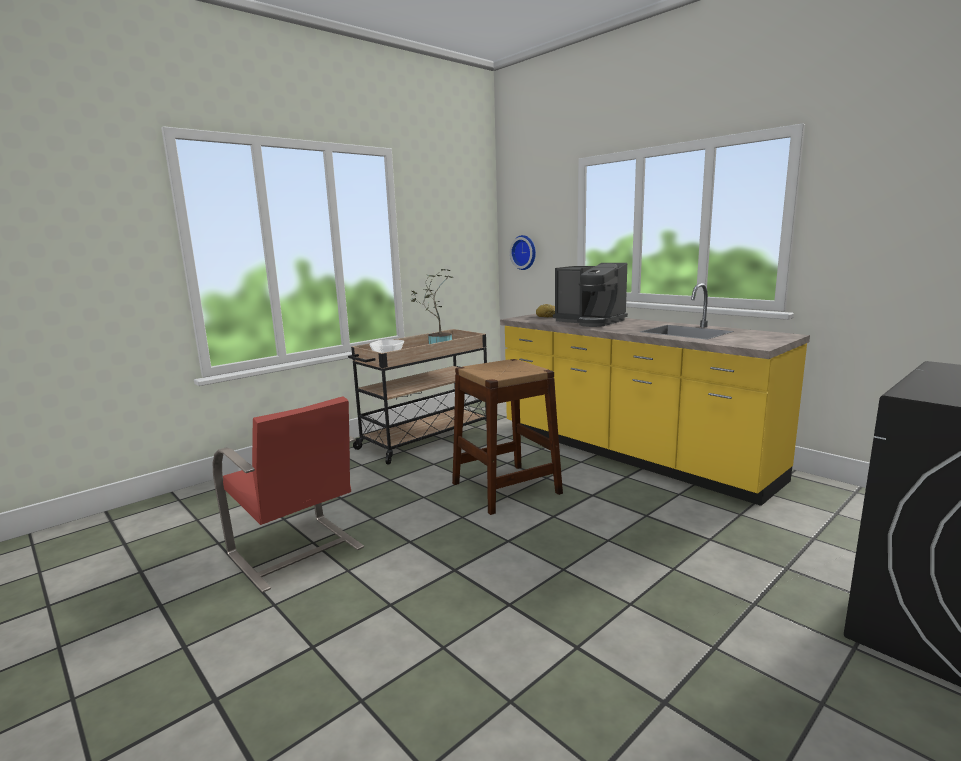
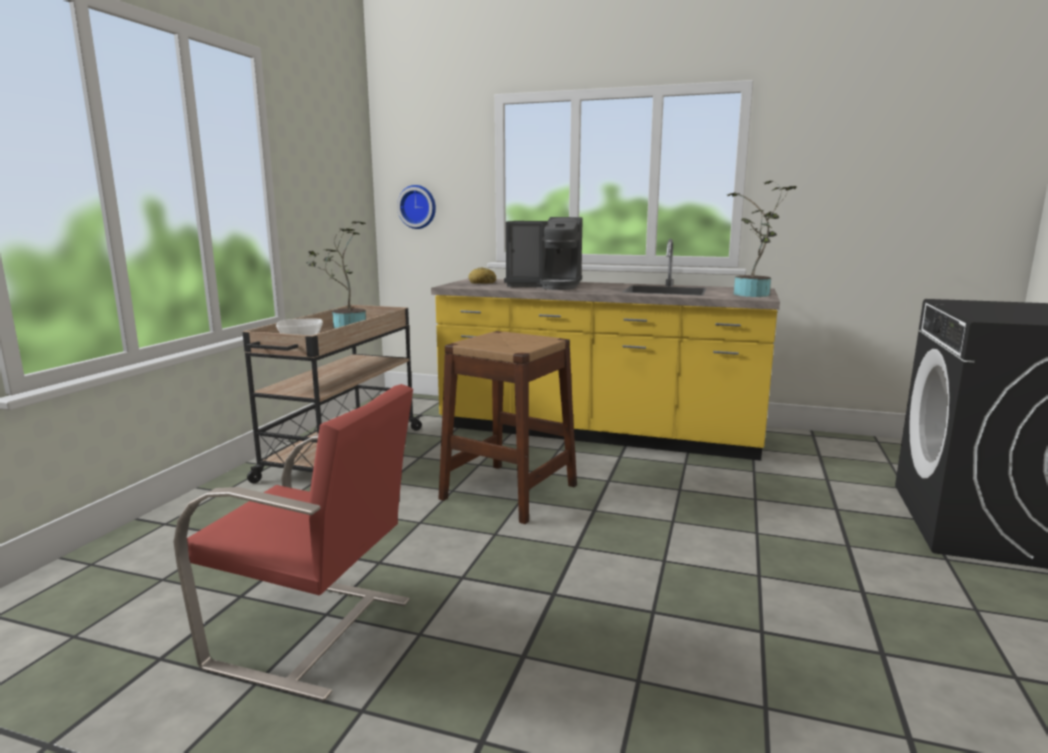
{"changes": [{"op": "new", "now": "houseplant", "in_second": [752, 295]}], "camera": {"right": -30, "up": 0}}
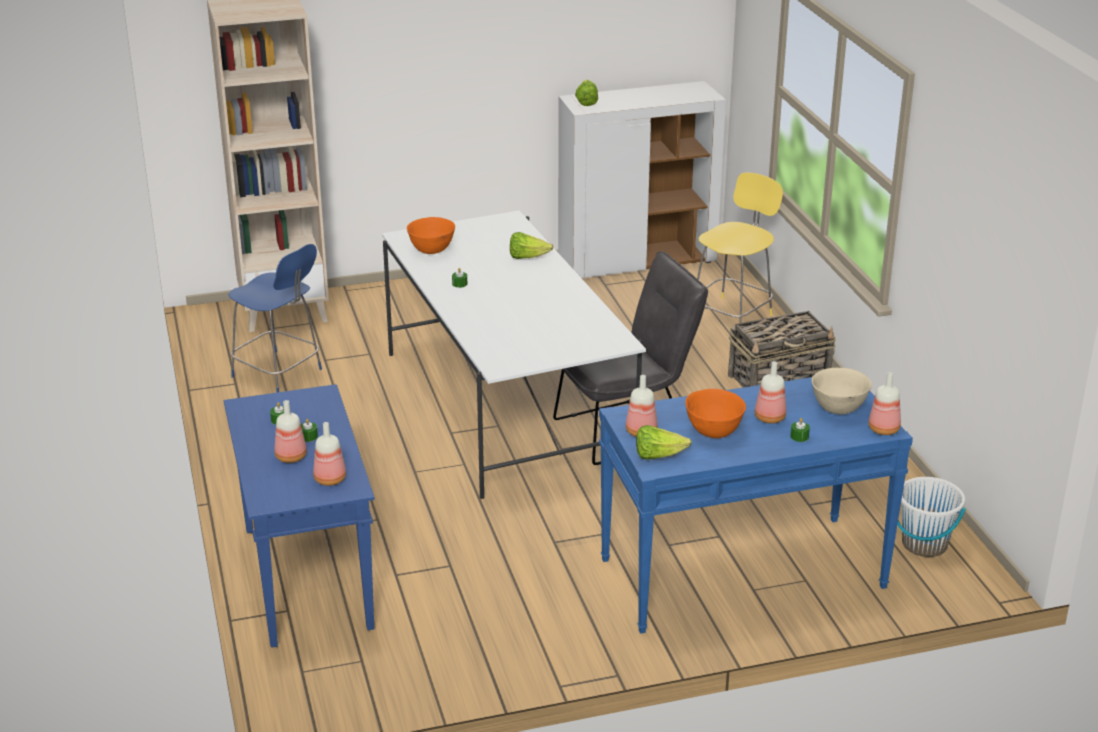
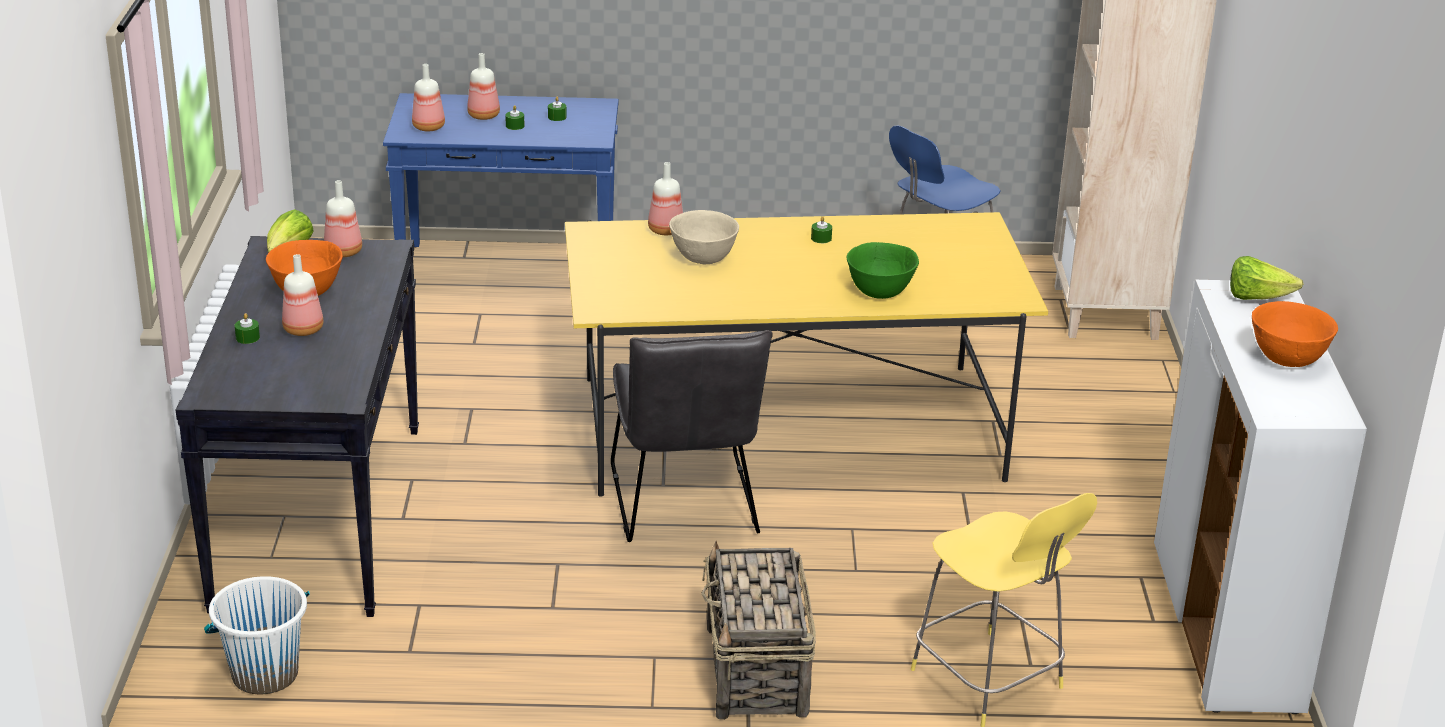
{"changes": [{"op": "shifted", "was": "orange bowl", "in_first": [432, 250], "in_second": [1287, 359]}, {"op": "shifted", "was": "beige-coloured bowl", "in_first": [838, 408], "in_second": [702, 258]}, {"op": "shifted", "was": "drink bottle", "in_first": [884, 429], "in_second": [665, 231]}, {"op": "swapped", "was": "lettuce head", "now": "green bowl", "in_first": [527, 257], "in_second": [880, 291]}, {"op": "repainted", "was": "whitish dining table", "now": "yellow-coloured dining table", "in_first": [507, 406], "in_second": [790, 428]}, {"op": "repainted", "was": "blue narrow table", "now": "black narrow table", "in_first": [741, 574], "in_second": [319, 515]}], "camera": {"right": 105, "up": 0}}
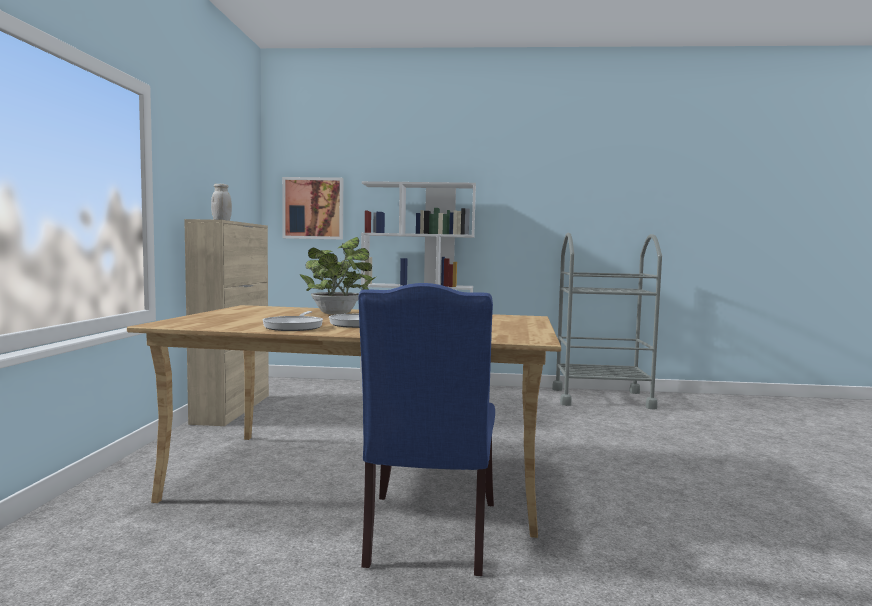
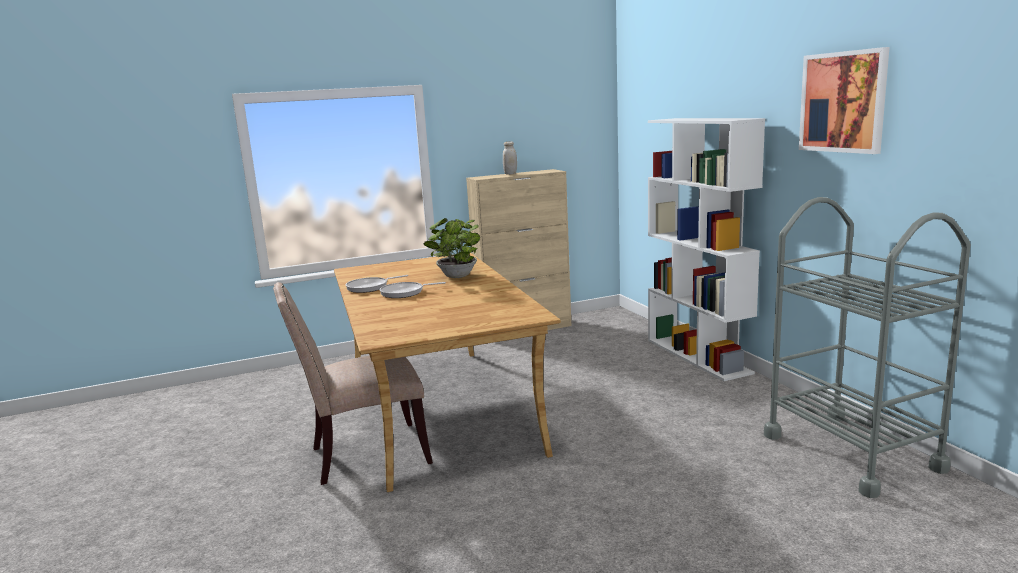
{"changes": [{"op": "shifted", "was": "picture", "in_first": [313, 208], "in_second": [843, 102]}, {"op": "repainted", "was": "blue chair", "now": "beige-coloured chair", "in_first": [429, 536], "in_second": [364, 455]}], "camera": {"right": 65, "up": 10}}
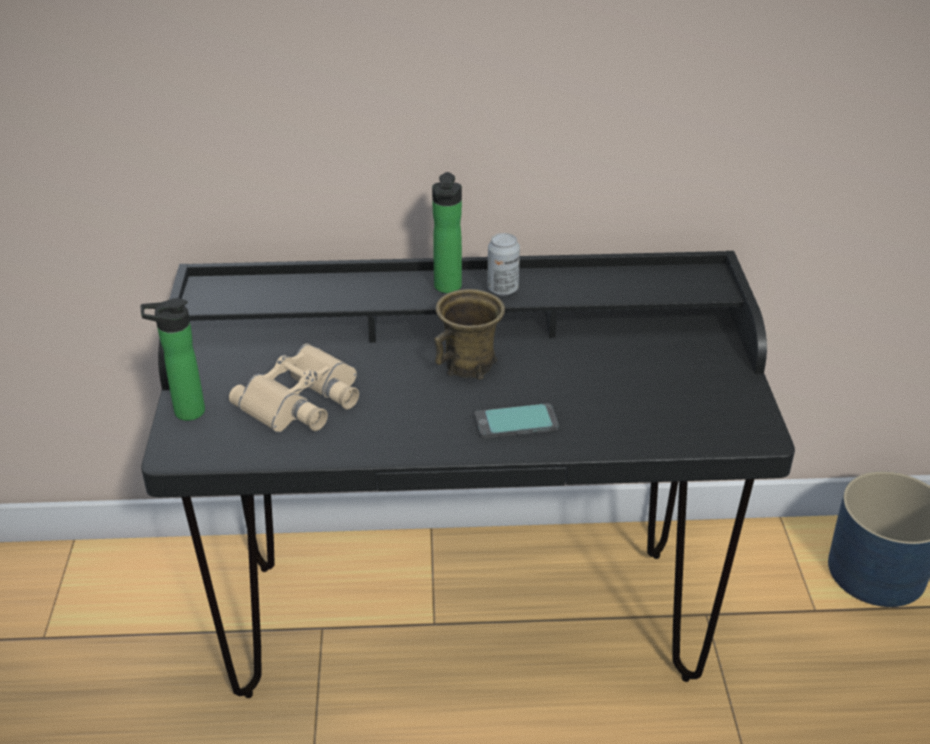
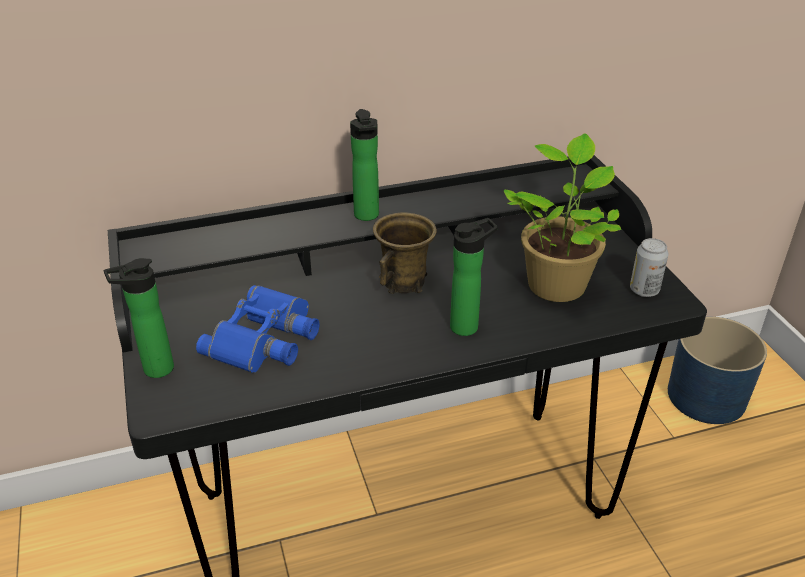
{"changes": [{"op": "new", "now": "houseplant", "in_second": [556, 282]}, {"op": "shifted", "was": "can", "in_first": [502, 289], "in_second": [644, 290]}, {"op": "swapped", "was": "telephone", "now": "drink bottle", "in_first": [516, 423], "in_second": [468, 326]}, {"op": "repainted", "was": "beige-coloured field glasses", "now": "blue field glasses", "in_first": [303, 400], "in_second": [266, 339]}], "camera": {"right": -15, "up": 0}}
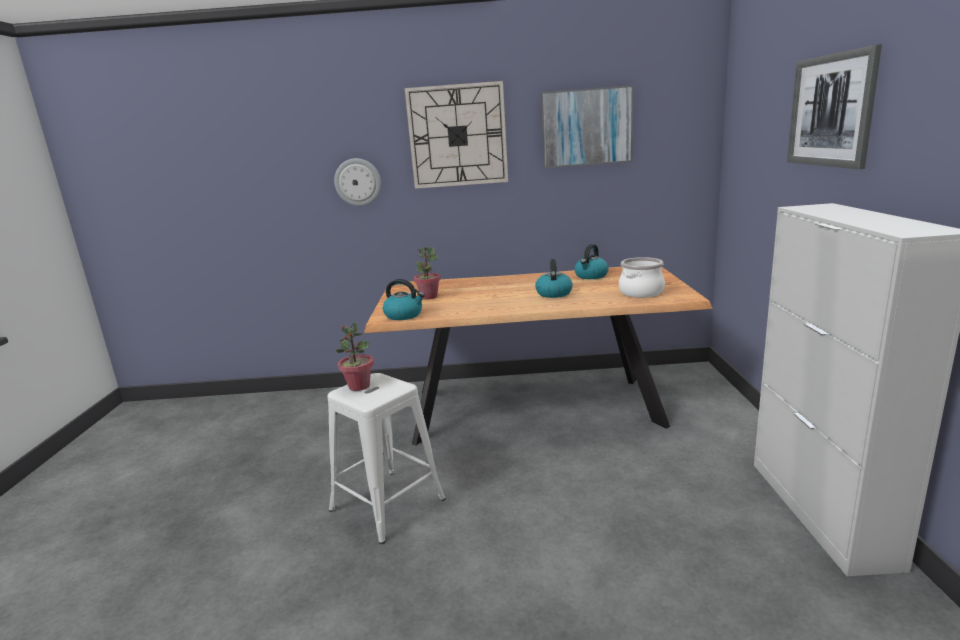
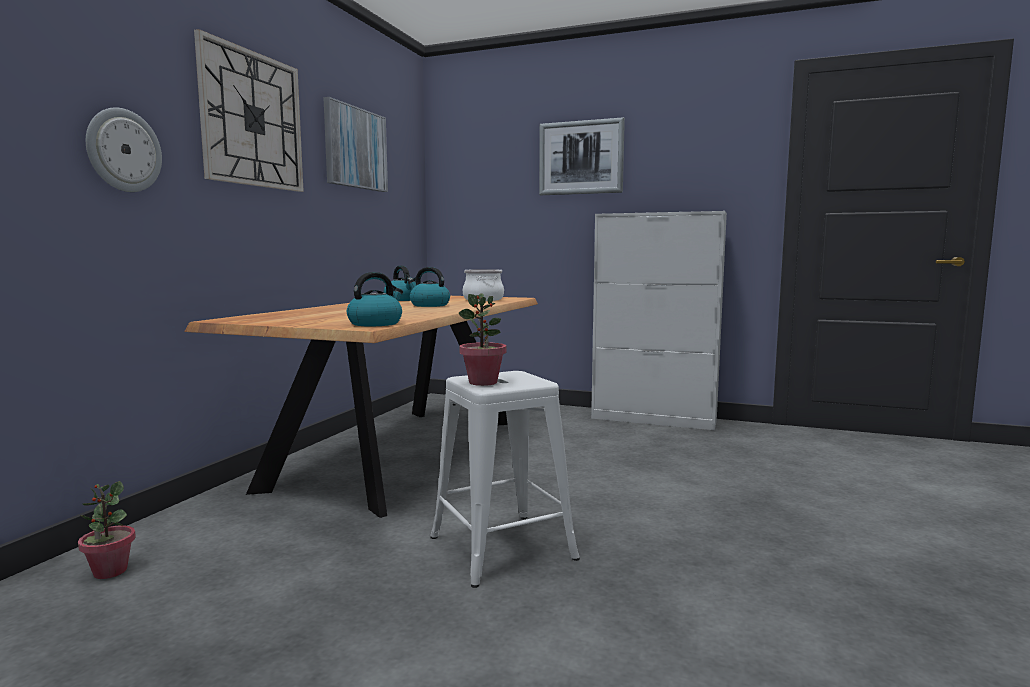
{"changes": [{"op": "shifted", "was": "houseplant", "in_first": [429, 297], "in_second": [110, 571]}], "camera": {"right": -70, "up": -10}}
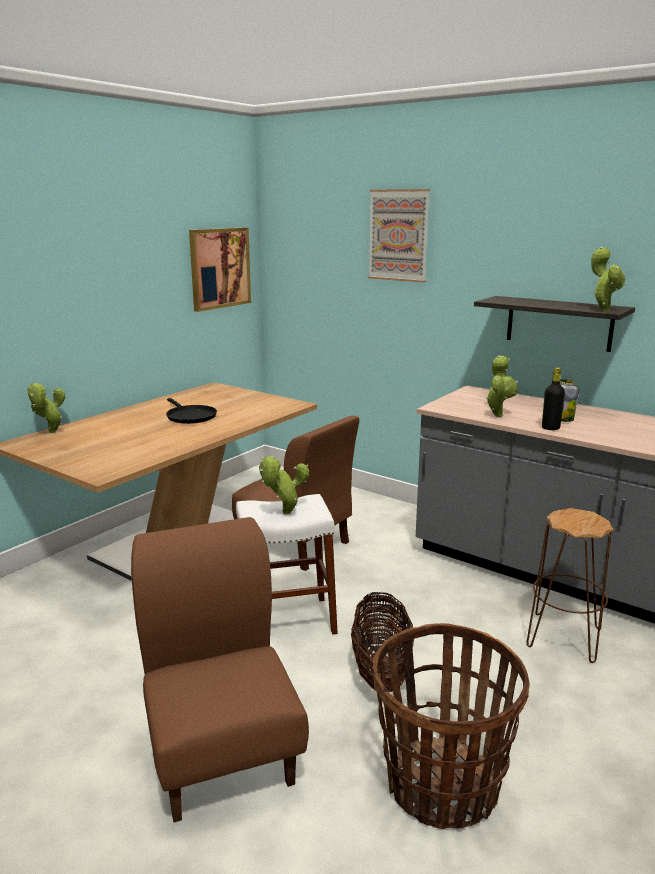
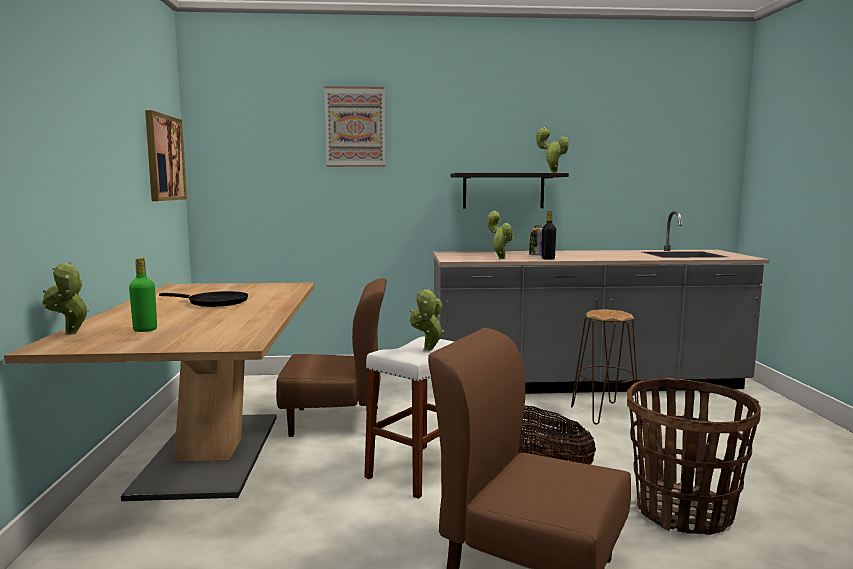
{"changes": [{"op": "new", "now": "green drink bottle", "in_second": [145, 330]}], "camera": {"right": -40, "up": -10}}
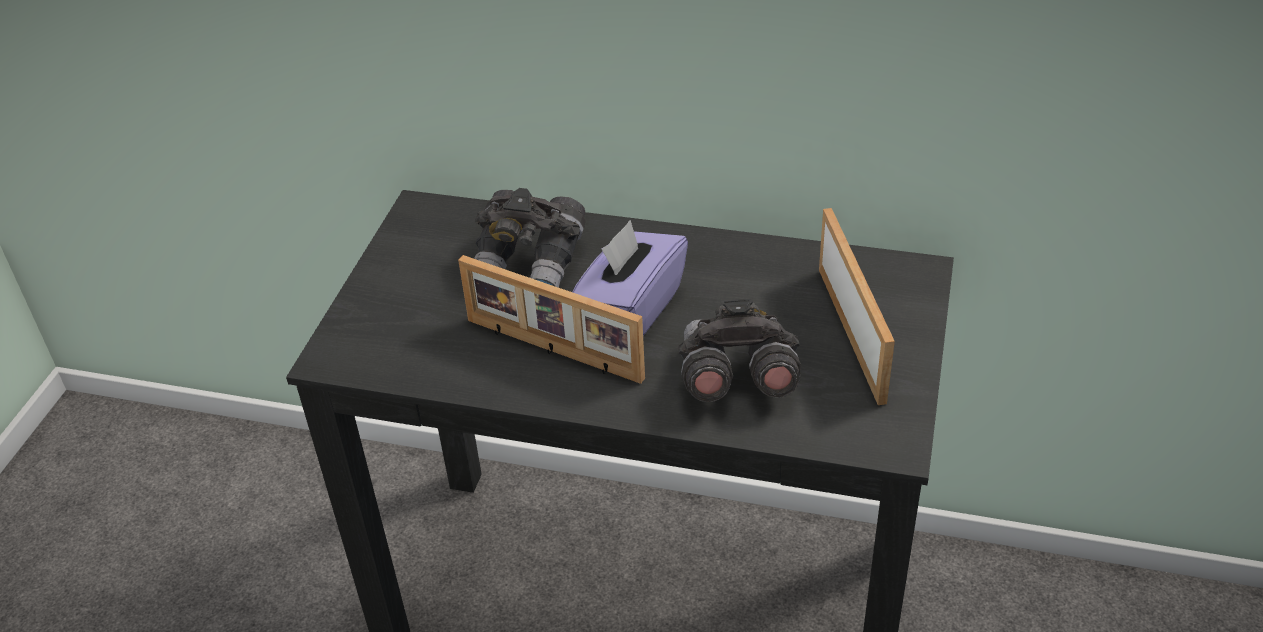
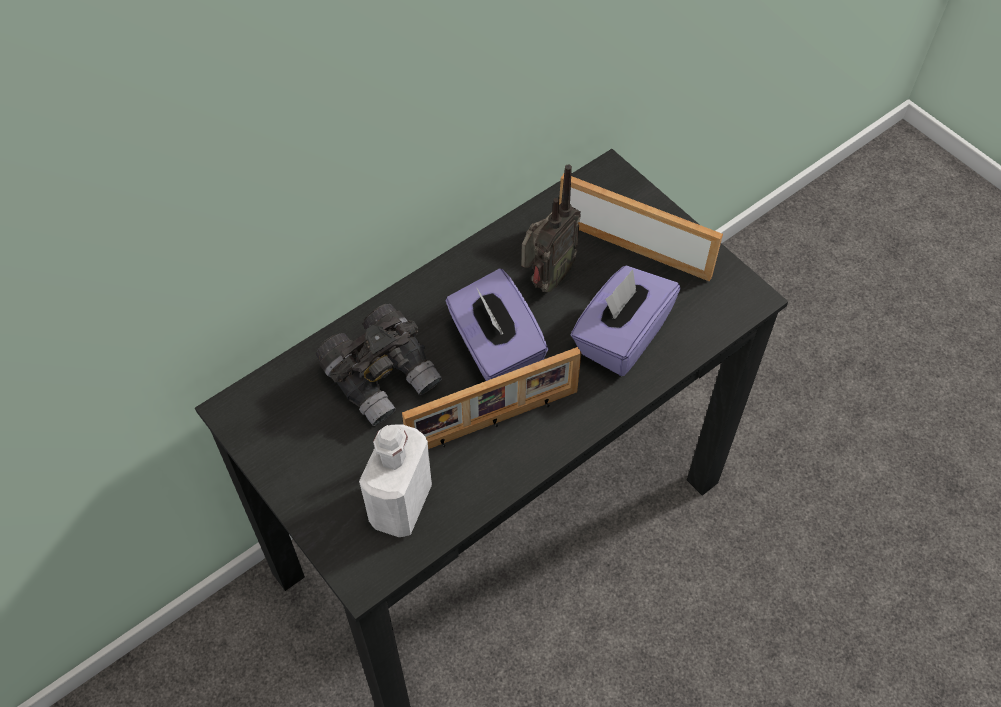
{"changes": [{"op": "new", "now": "whitish drink bottle", "in_second": [401, 505]}, {"op": "new", "now": "radio set", "in_second": [546, 280]}, {"op": "swapped", "was": "gray field glasses", "now": "purple tissue holder", "in_first": [735, 379], "in_second": [621, 337]}], "camera": {"right": -55, "up": 15}}
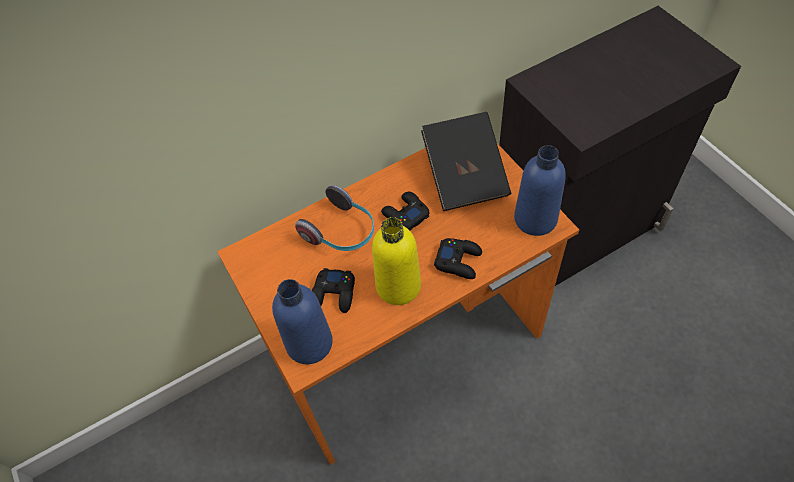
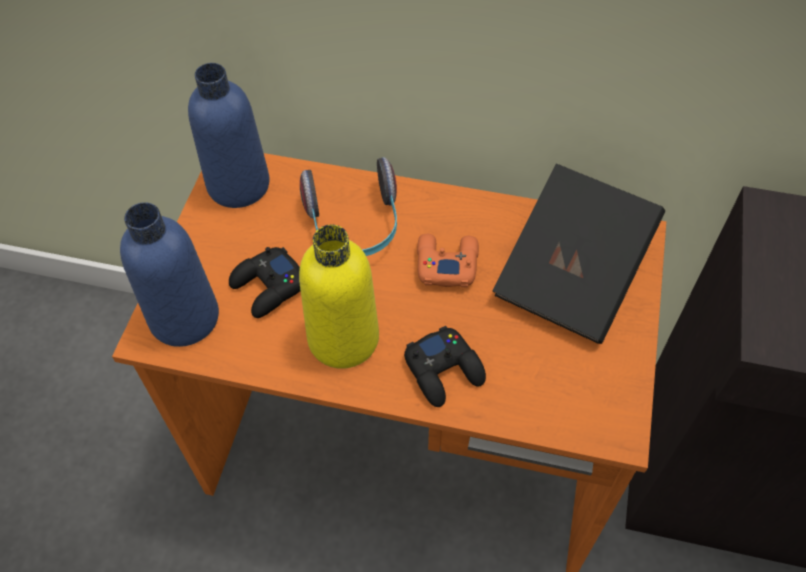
{"changes": [{"op": "shifted", "was": "blue drink bottle", "in_first": [535, 219], "in_second": [238, 185]}, {"op": "repainted", "was": "black joypad", "now": "orange joypad", "in_first": [405, 214], "in_second": [446, 263]}], "camera": {"right": 40, "up": 0}}
